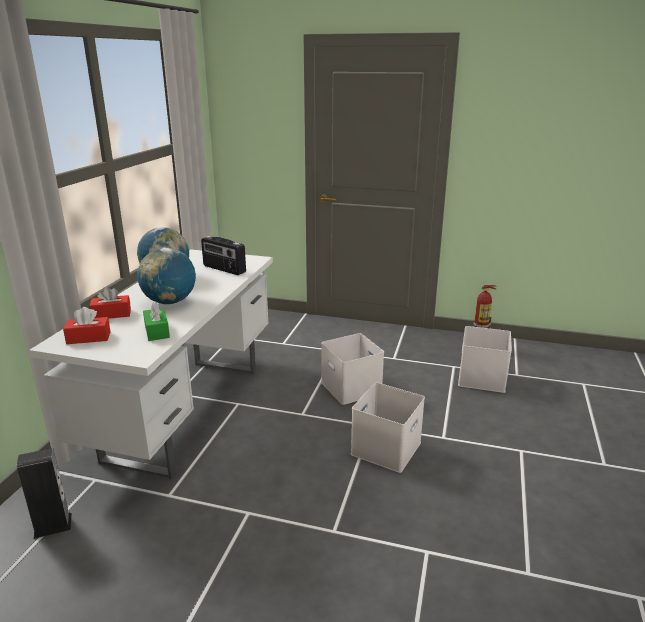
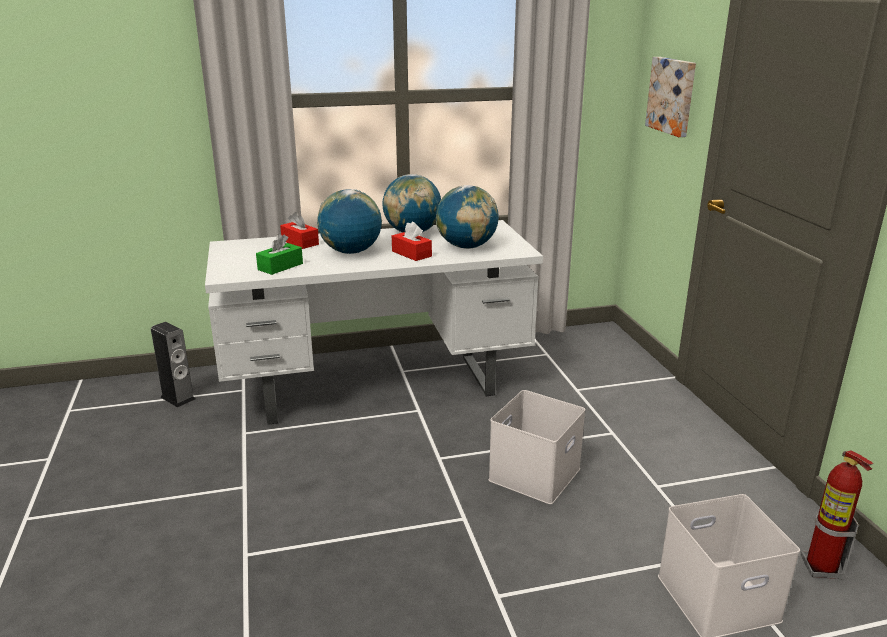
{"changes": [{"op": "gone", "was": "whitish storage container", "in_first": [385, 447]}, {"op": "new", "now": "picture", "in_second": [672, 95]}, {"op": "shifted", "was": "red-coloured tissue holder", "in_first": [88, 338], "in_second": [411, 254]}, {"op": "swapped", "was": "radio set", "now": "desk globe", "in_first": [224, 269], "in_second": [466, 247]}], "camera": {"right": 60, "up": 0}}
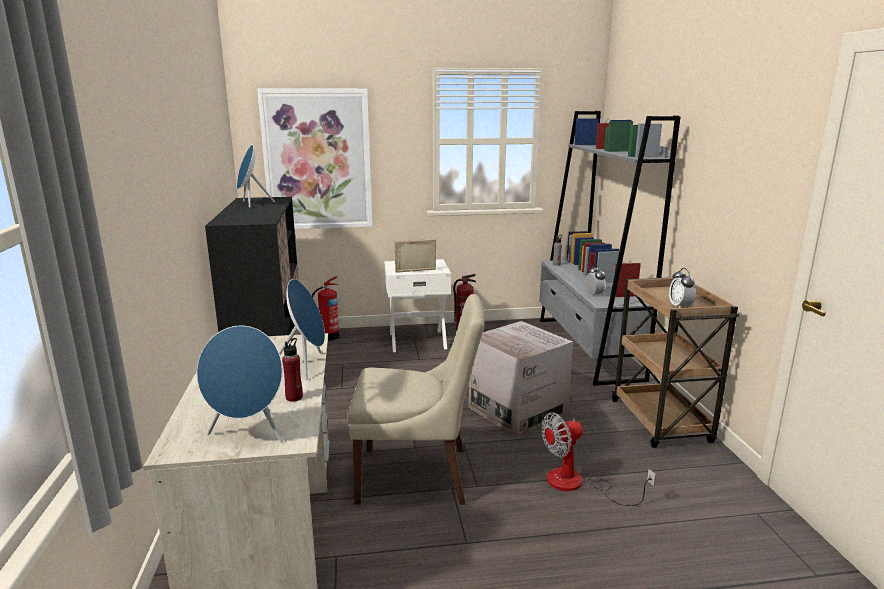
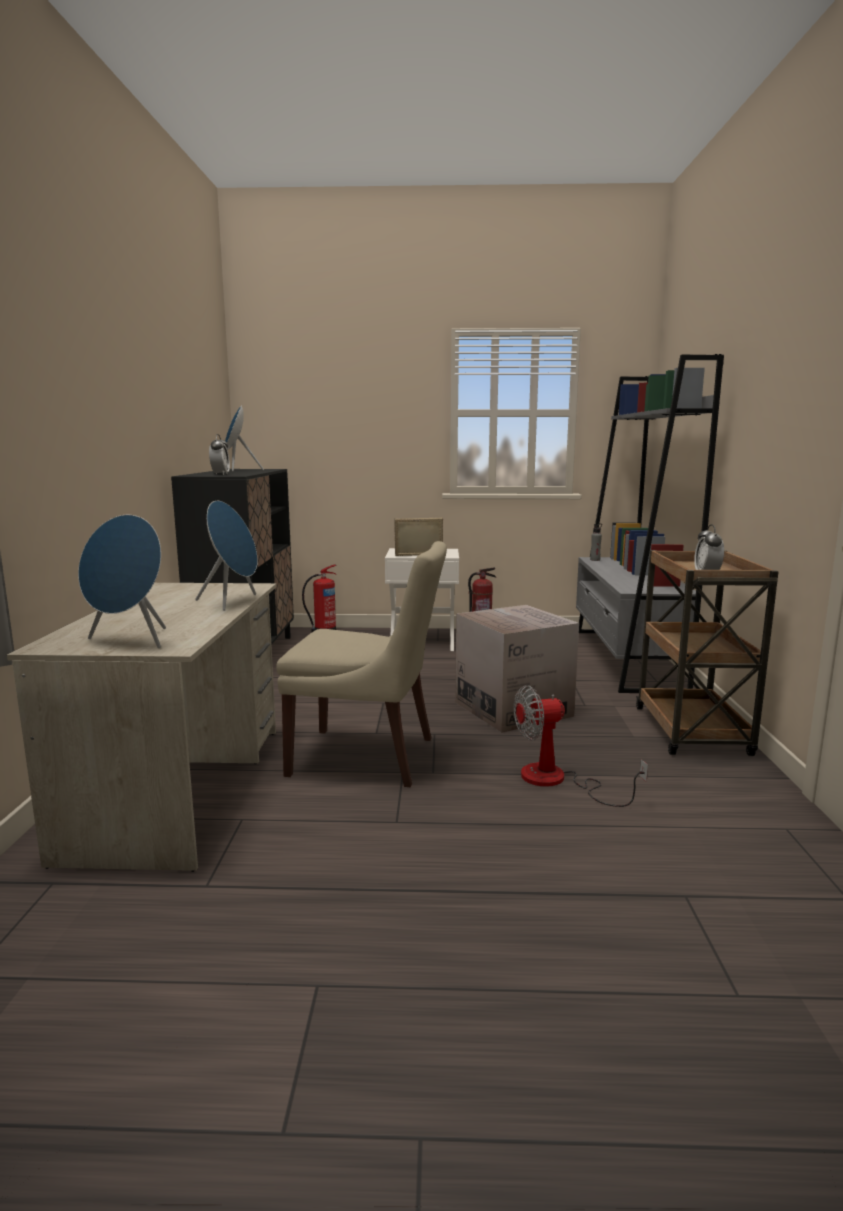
{"changes": [{"op": "gone", "was": "picture", "in_first": [317, 160]}, {"op": "gone", "was": "red-coloured drink bottle", "in_first": [294, 397]}, {"op": "shifted", "was": "alarm clock", "in_first": [594, 295], "in_second": [220, 474]}], "camera": {"right": 10, "up": -5}}
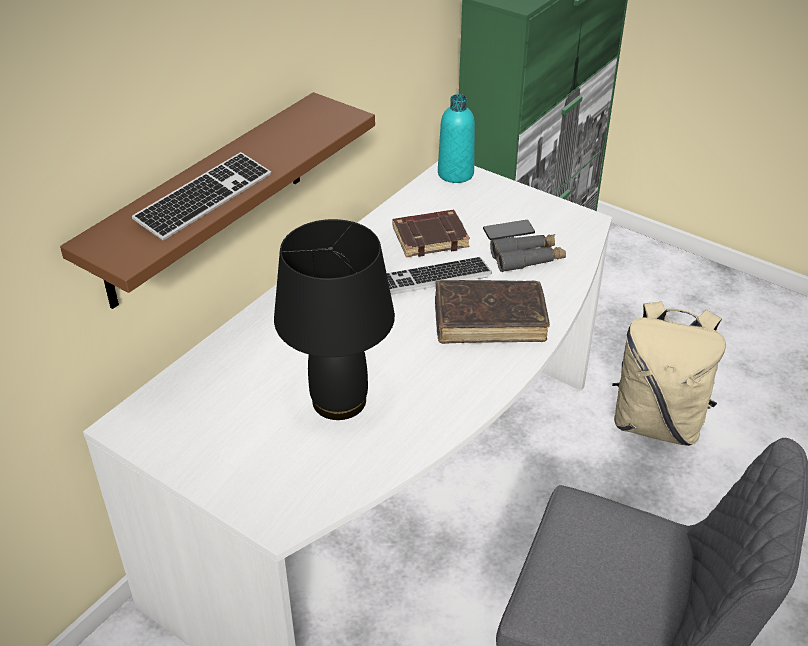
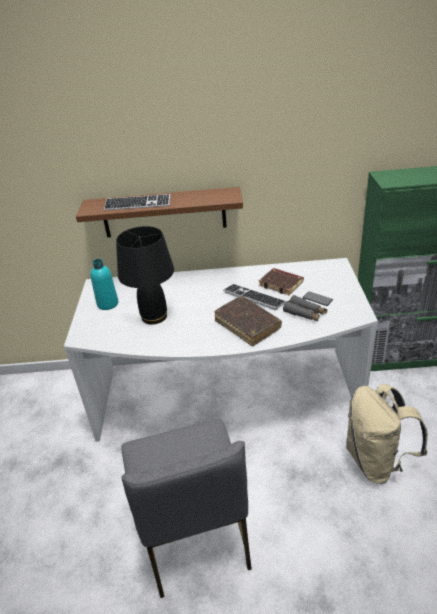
{"changes": [{"op": "shifted", "was": "turquoise-coloured drink bottle", "in_first": [455, 174], "in_second": [108, 304]}], "camera": {"right": 55, "up": -5}}
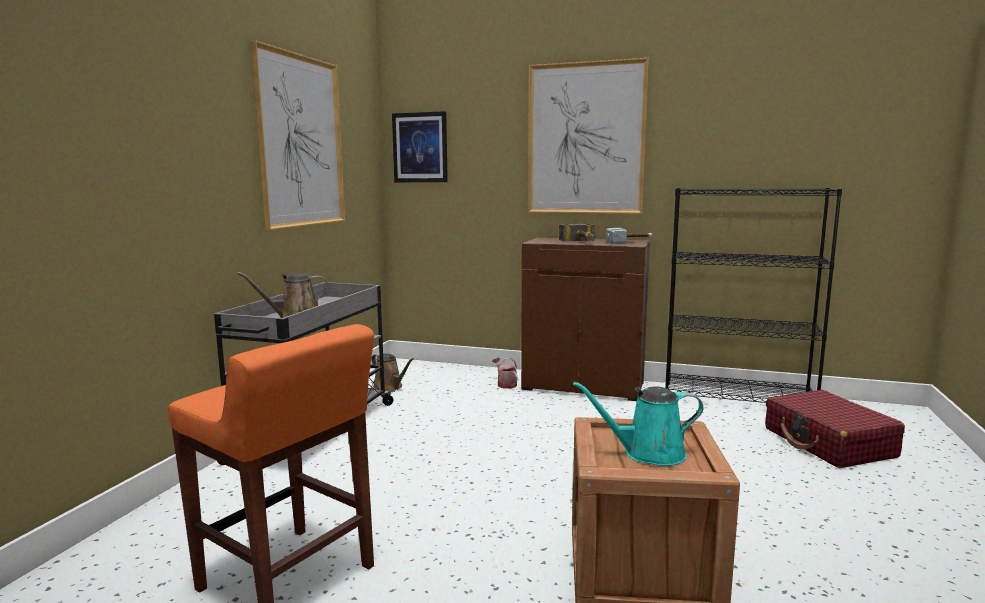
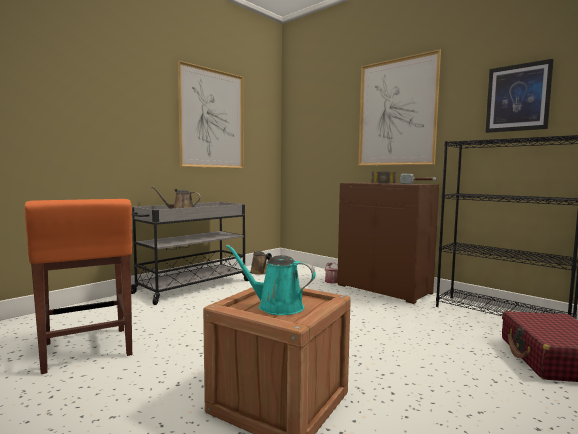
{"changes": [{"op": "shifted", "was": "picture", "in_first": [420, 147], "in_second": [518, 98]}], "camera": {"right": 25, "up": -5}}
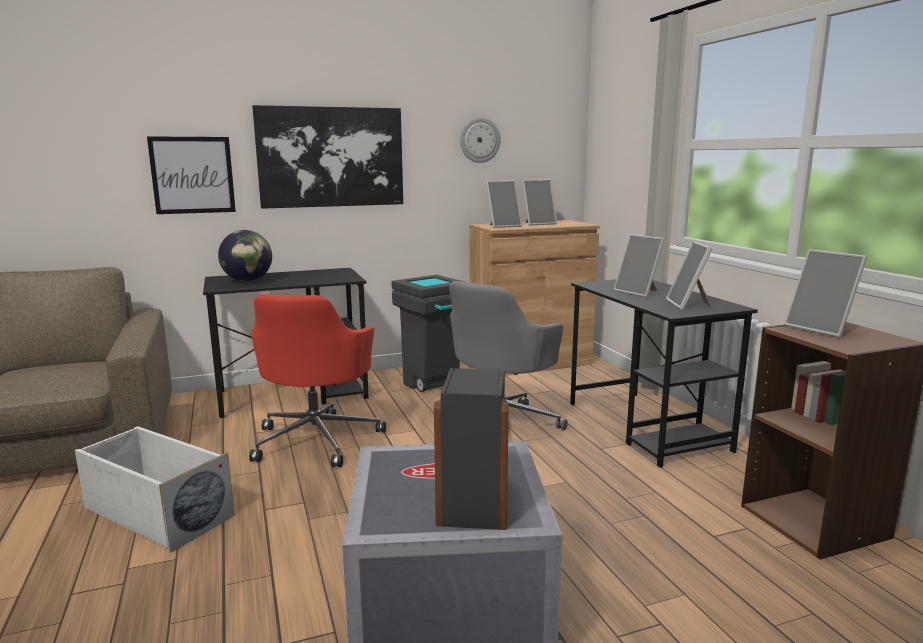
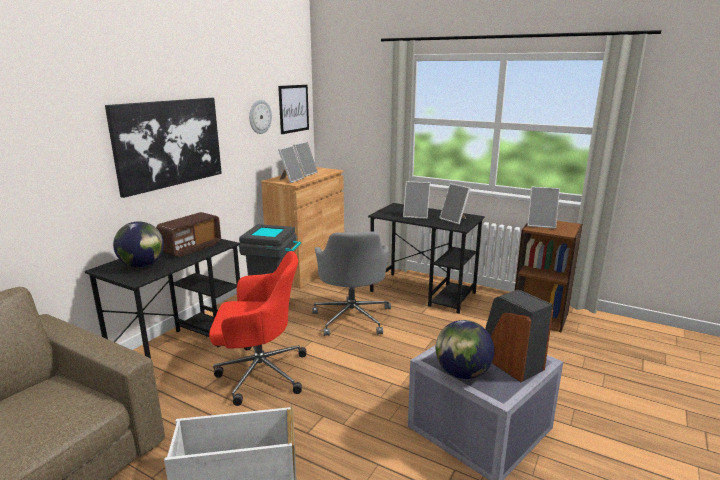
{"changes": [{"op": "new", "now": "radio set", "in_second": [191, 248]}, {"op": "new", "now": "desk globe", "in_second": [462, 373]}, {"op": "shifted", "was": "picture", "in_first": [192, 175], "in_second": [293, 108]}, {"op": "rotated", "was": "red-coloured computer chair", "in_first": [317, 439], "in_second": [259, 373], "clockwise": -60}], "camera": {"right": -40, "up": 5}}
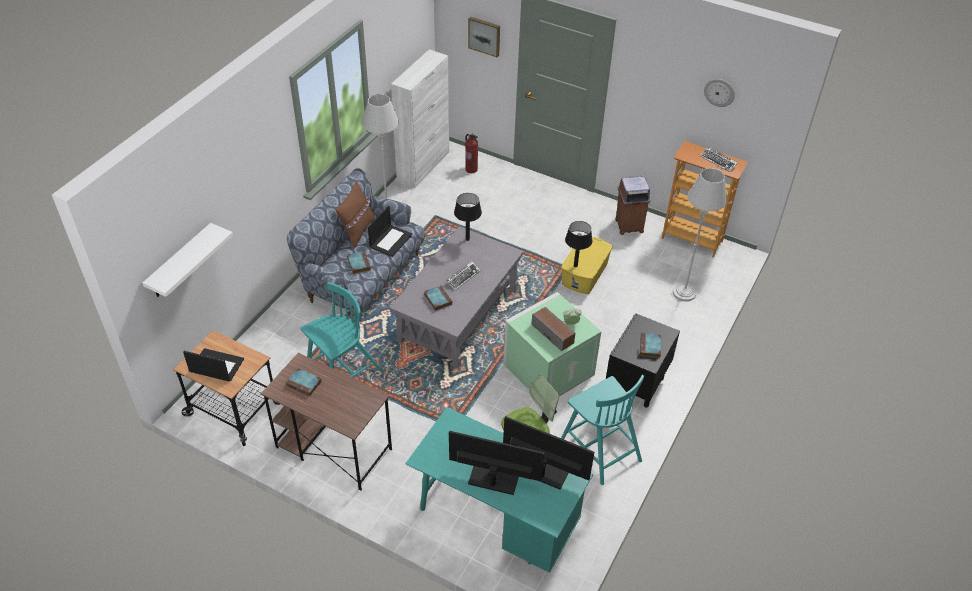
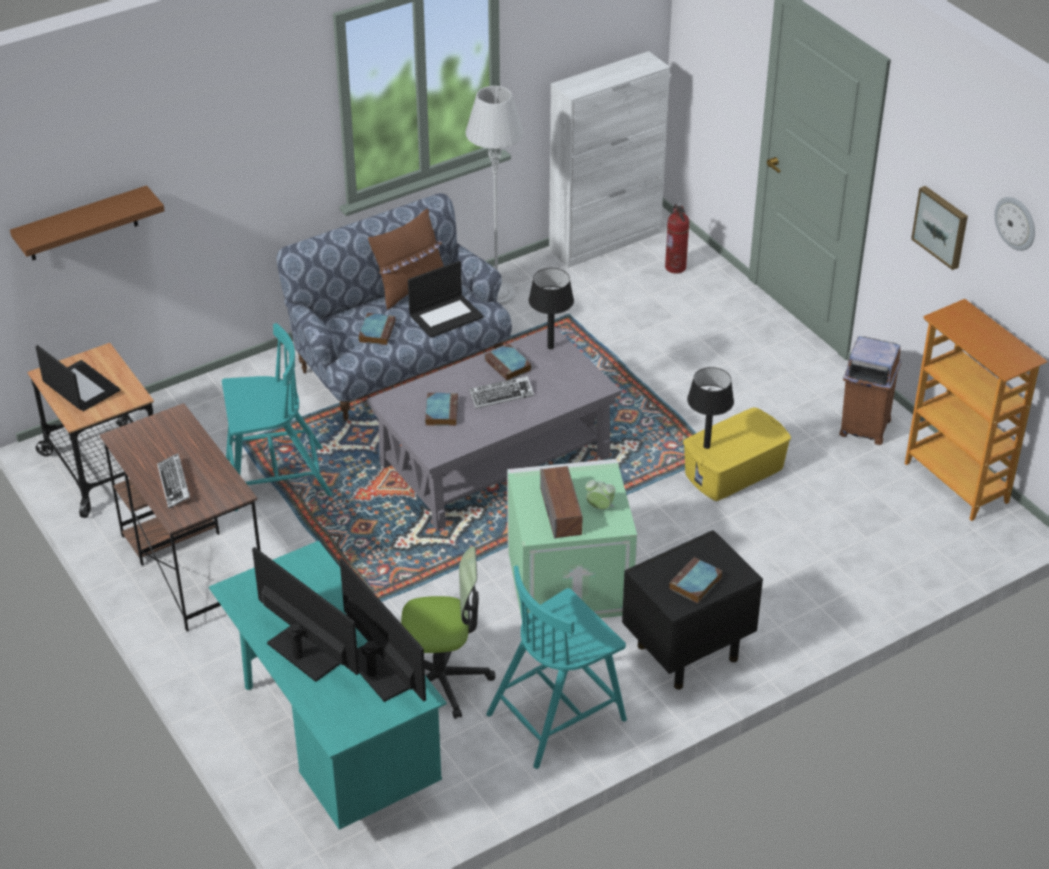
{"changes": [{"op": "gone", "was": "gray standard lamp", "in_first": [684, 293]}, {"op": "shifted", "was": "book", "in_first": [305, 384], "in_second": [508, 365]}, {"op": "shifted", "was": "picture", "in_first": [484, 36], "in_second": [941, 226]}, {"op": "shifted", "was": "PC keyboard", "in_first": [718, 161], "in_second": [174, 484]}, {"op": "repainted", "was": "whitish bracket shelf", "now": "brown bracket shelf", "in_first": [180, 262], "in_second": [82, 224]}, {"op": "rotated", "was": "turquoise-coloured chair", "in_first": [599, 449], "in_second": [558, 715], "clockwise": 60}], "camera": {"right": 30, "up": -5}}
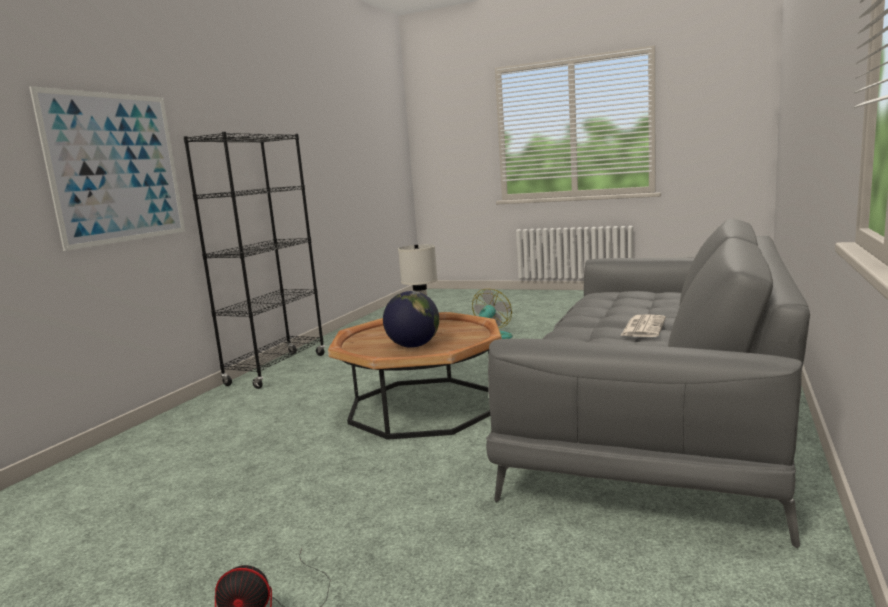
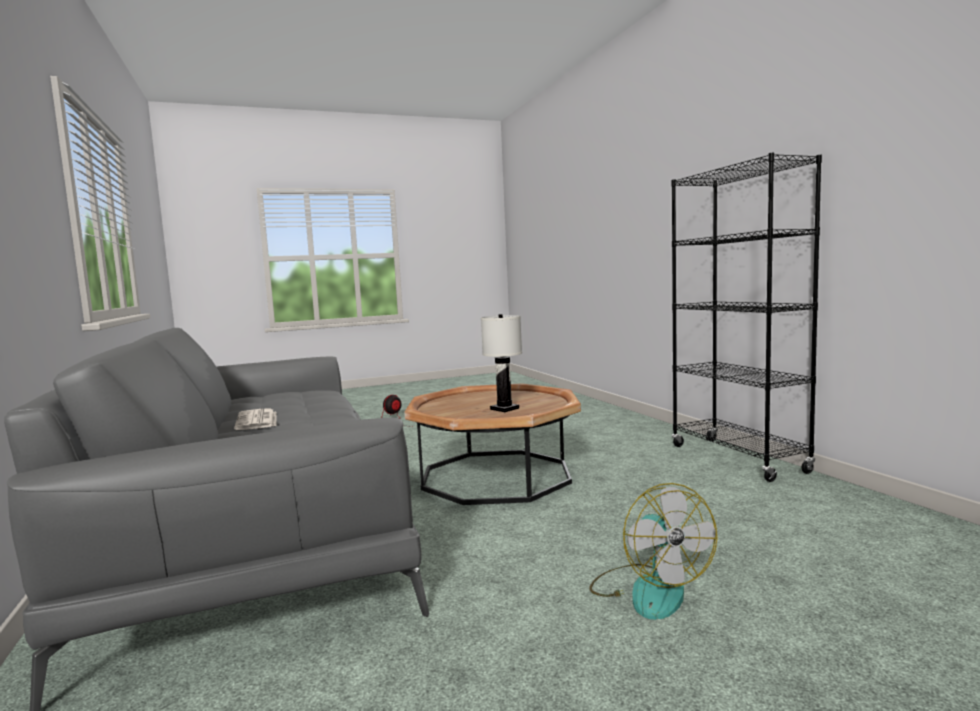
{"changes": [{"op": "gone", "was": "picture", "in_first": [116, 168]}, {"op": "gone", "was": "desk globe", "in_first": [413, 346]}], "camera": {"right": 135, "up": -5}}
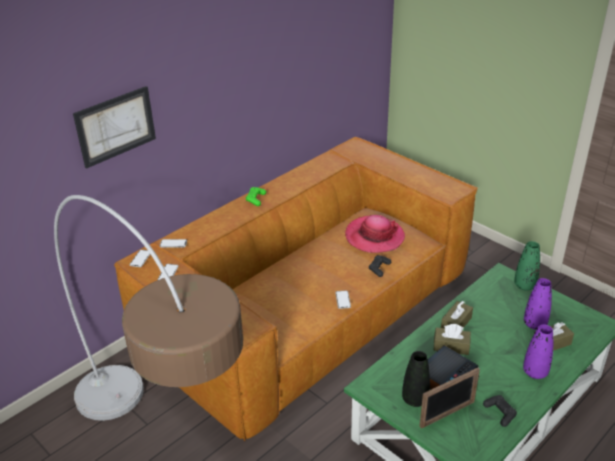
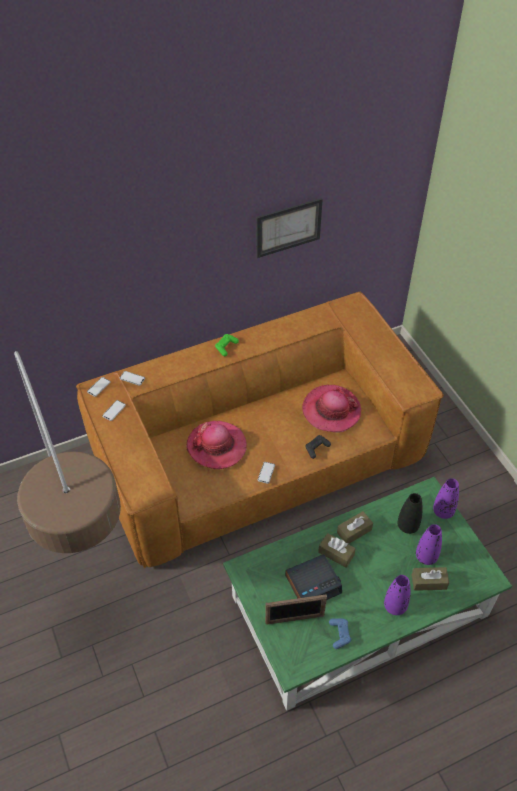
{"changes": [{"op": "new", "now": "hat", "in_second": [217, 446]}, {"op": "shifted", "was": "picture", "in_first": [115, 126], "in_second": [288, 227]}, {"op": "shifted", "was": "black vase", "in_first": [415, 399], "in_second": [407, 526]}, {"op": "repainted", "was": "black joypad", "now": "blue joypad", "in_first": [500, 413], "in_second": [339, 634]}, {"op": "repainted", "was": "green vase", "now": "purple vase", "in_first": [524, 285], "in_second": [443, 511]}], "camera": {"right": 20, "up": 15}}
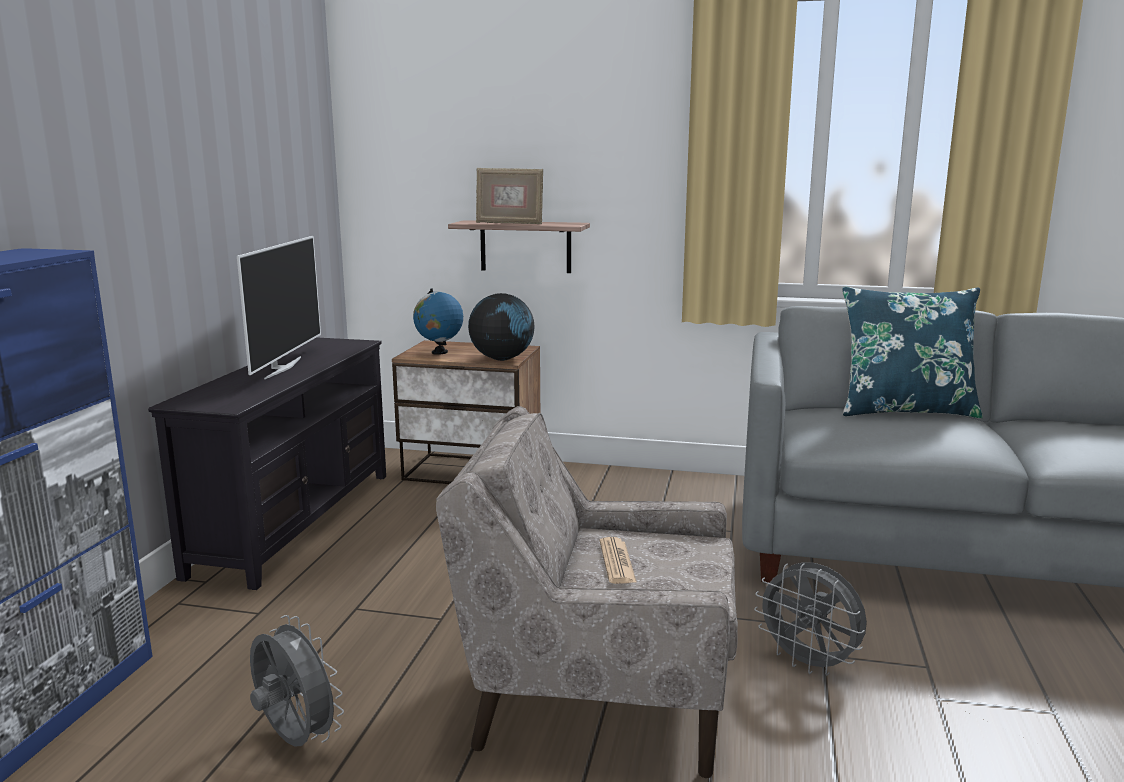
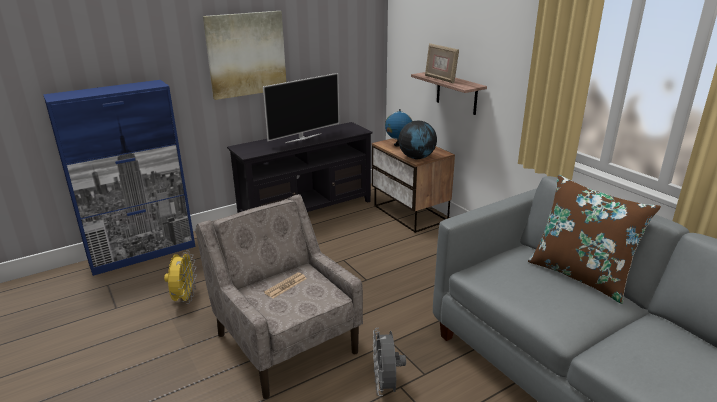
{"changes": [{"op": "new", "now": "picture", "in_second": [246, 54]}, {"op": "repainted", "was": "gray electric fan", "now": "yellow-coloured electric fan", "in_first": [294, 740], "in_second": [184, 298]}, {"op": "repainted", "was": "blue throw pillow", "now": "brown throw pillow", "in_first": [905, 410], "in_second": [580, 275]}], "camera": {"right": 45, "up": 10}}
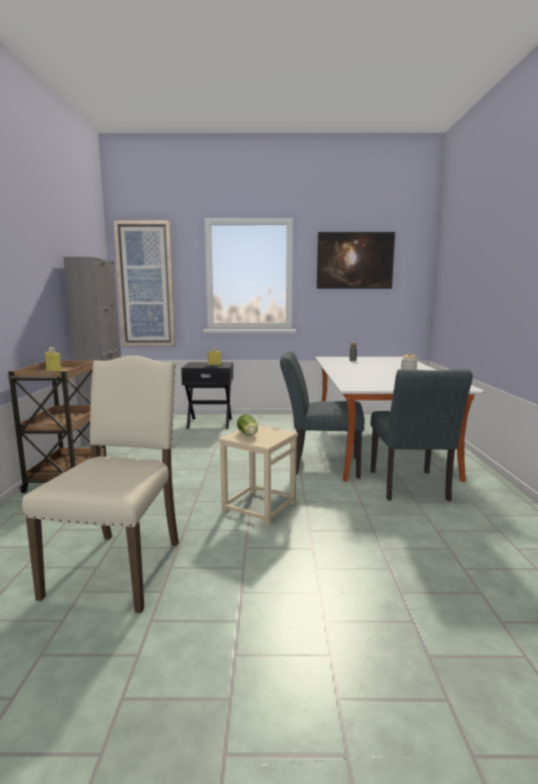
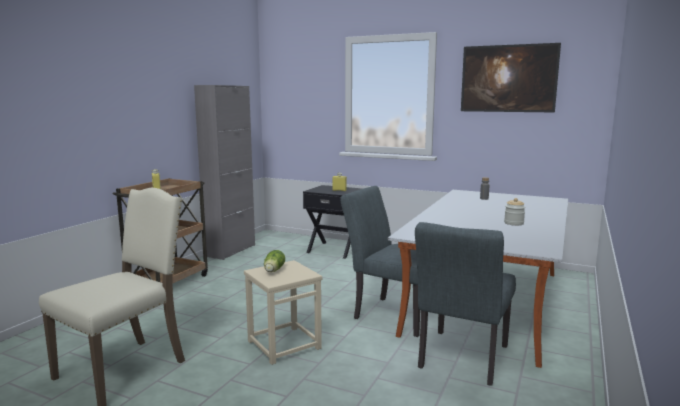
{"changes": [{"op": "gone", "was": "picture", "in_first": [146, 285]}], "camera": {"right": 25, "up": 0}}
